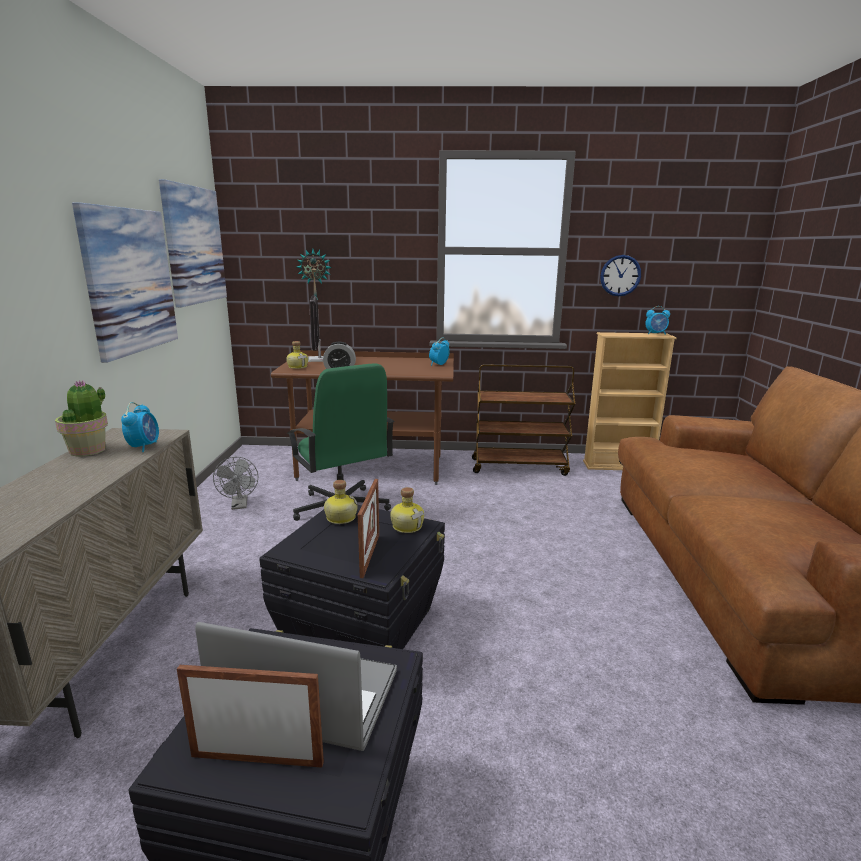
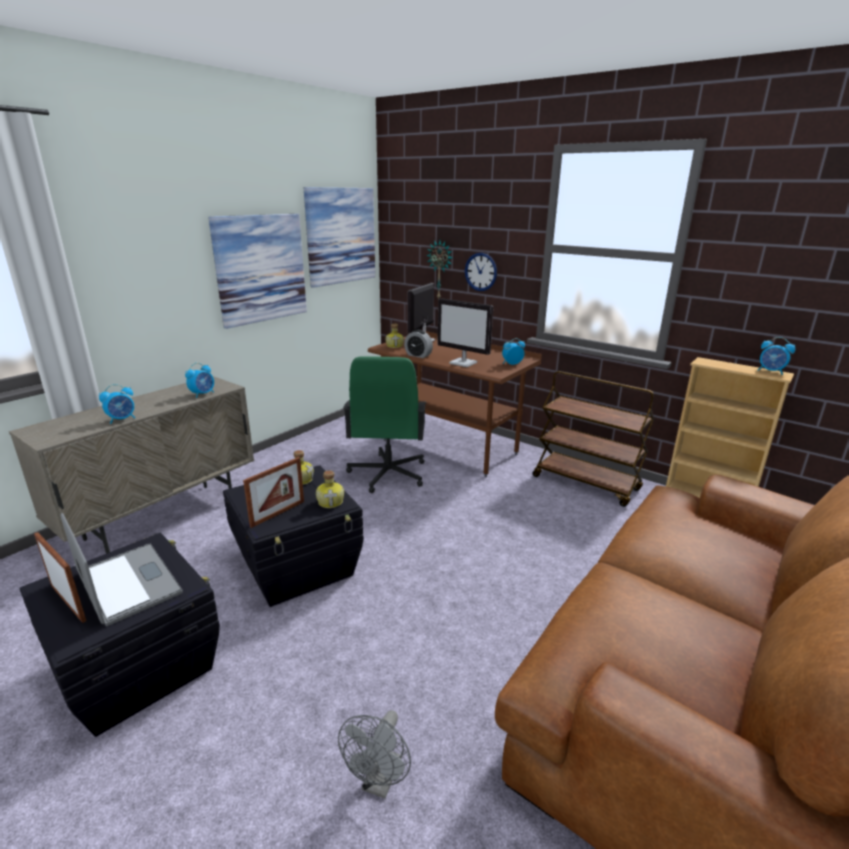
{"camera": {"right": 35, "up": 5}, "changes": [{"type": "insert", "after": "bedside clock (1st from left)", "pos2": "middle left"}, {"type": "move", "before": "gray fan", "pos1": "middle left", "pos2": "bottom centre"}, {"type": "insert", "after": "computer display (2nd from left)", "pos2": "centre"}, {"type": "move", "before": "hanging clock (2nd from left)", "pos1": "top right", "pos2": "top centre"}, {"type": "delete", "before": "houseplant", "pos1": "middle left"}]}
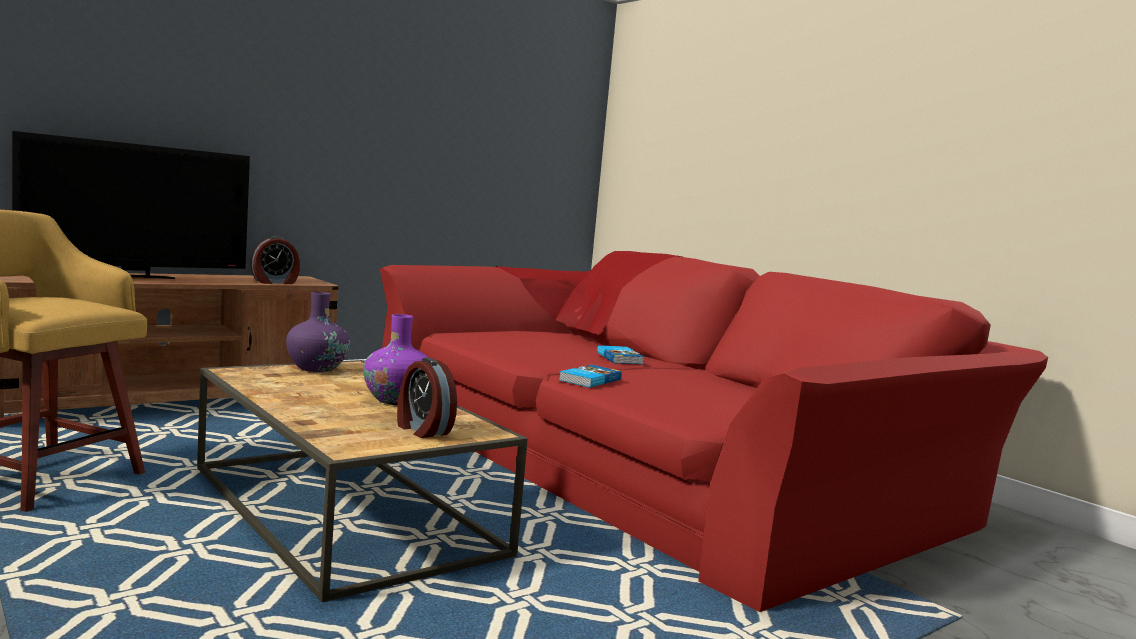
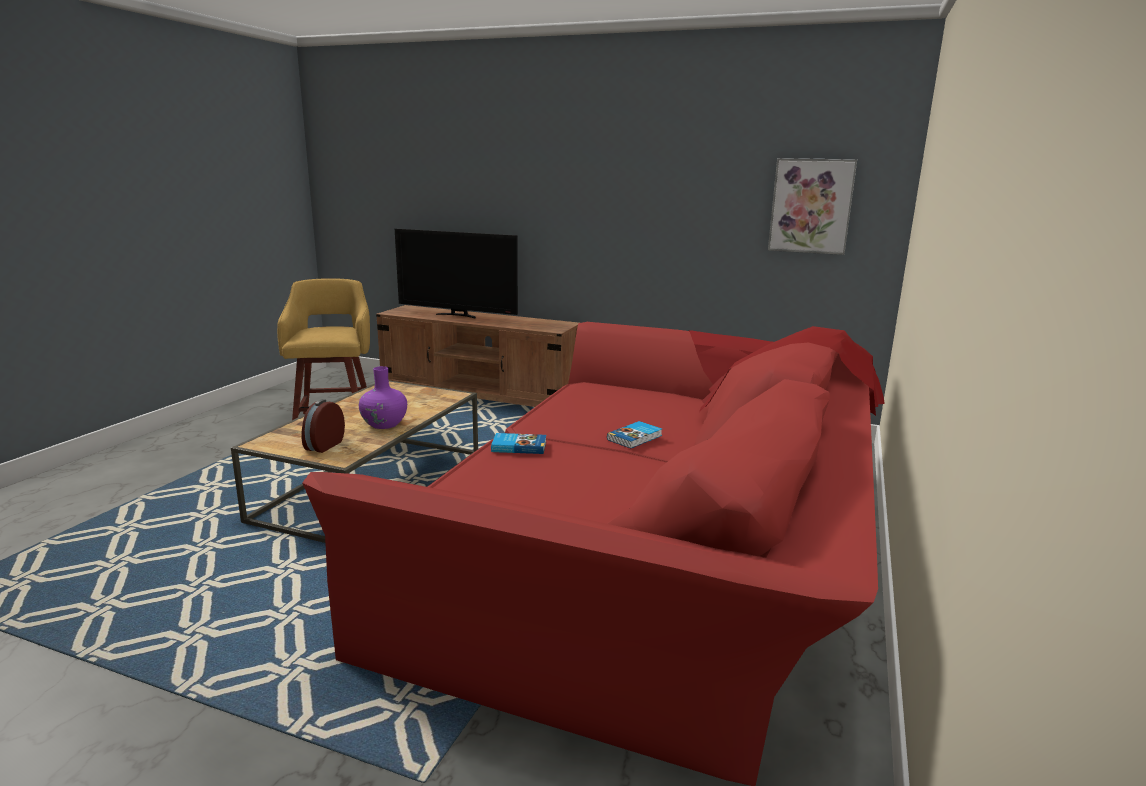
{"camera": {"right": 60, "up": 10}, "changes": [{"type": "insert", "after": "wall picture", "pos2": "top right"}, {"type": "delete", "before": "bedside clock (1st from left)", "pos1": "middle left"}, {"type": "delete", "before": "purple flower vase (1st from left)", "pos1": "middle left"}]}
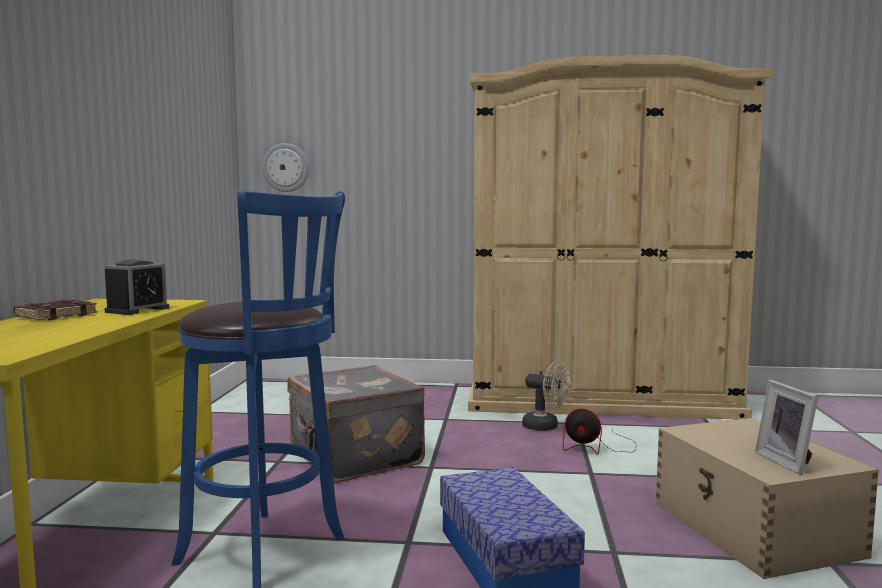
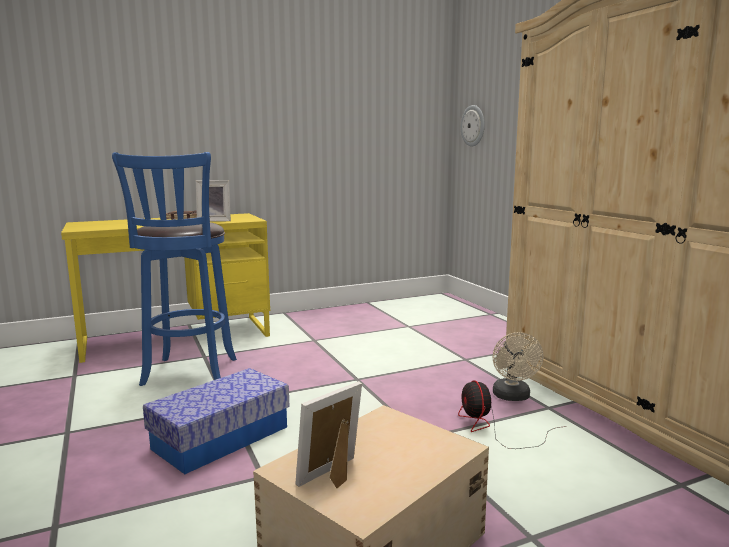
{"camera": {"right": 60, "up": 5}, "changes": [{"type": "replace", "before": "bedside clock", "after": "standing frame (1st from left)", "pos1": "middle left", "pos2": "middle left"}, {"type": "delete", "before": "gray piece of luggage", "pos1": "bottom centre"}]}
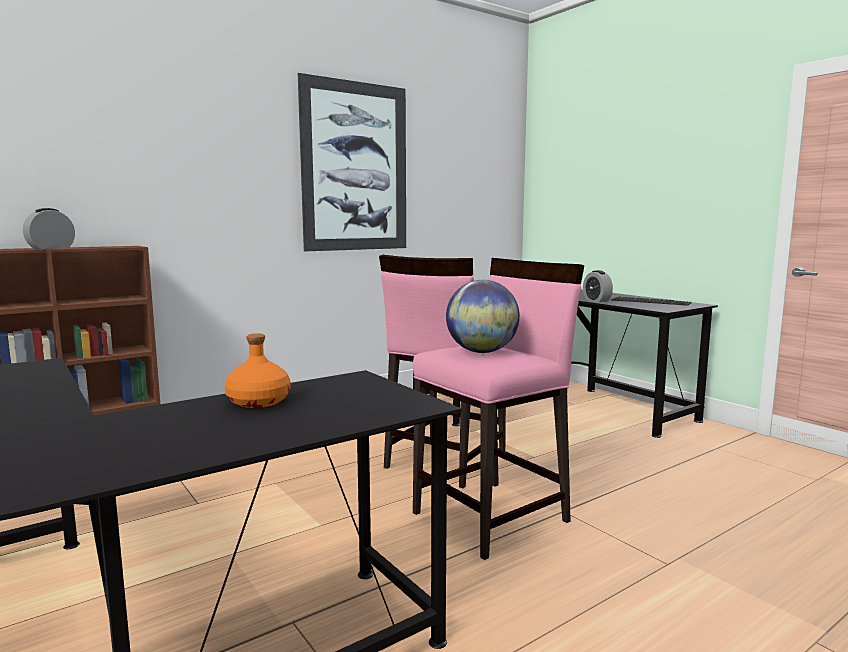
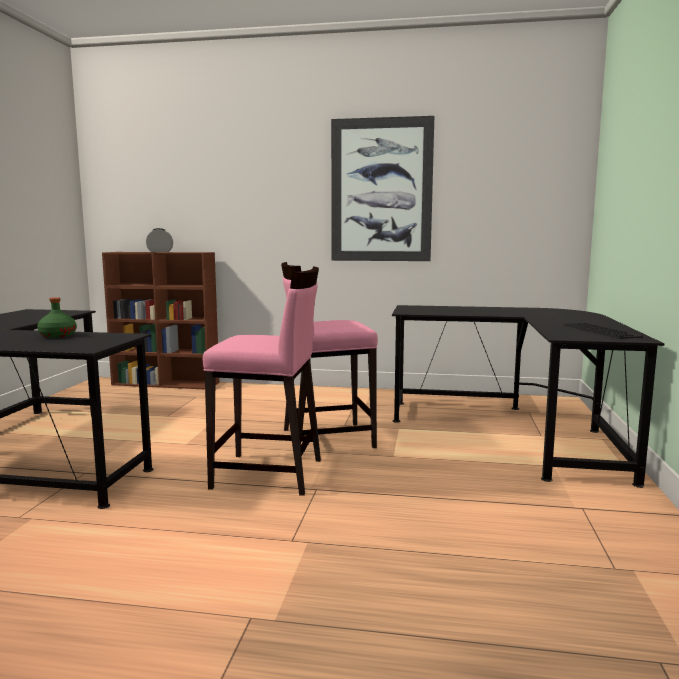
{"camera": {"right": 45, "up": 0}, "changes": [{"type": "recolor", "before": "orangey drink bottle", "after": "green drink bottle", "pos1": "middle left", "pos2": "middle left"}, {"type": "delete", "before": "globe", "pos1": "centre"}, {"type": "delete", "before": "bedside clock (2nd from left)", "pos1": "middle right"}]}
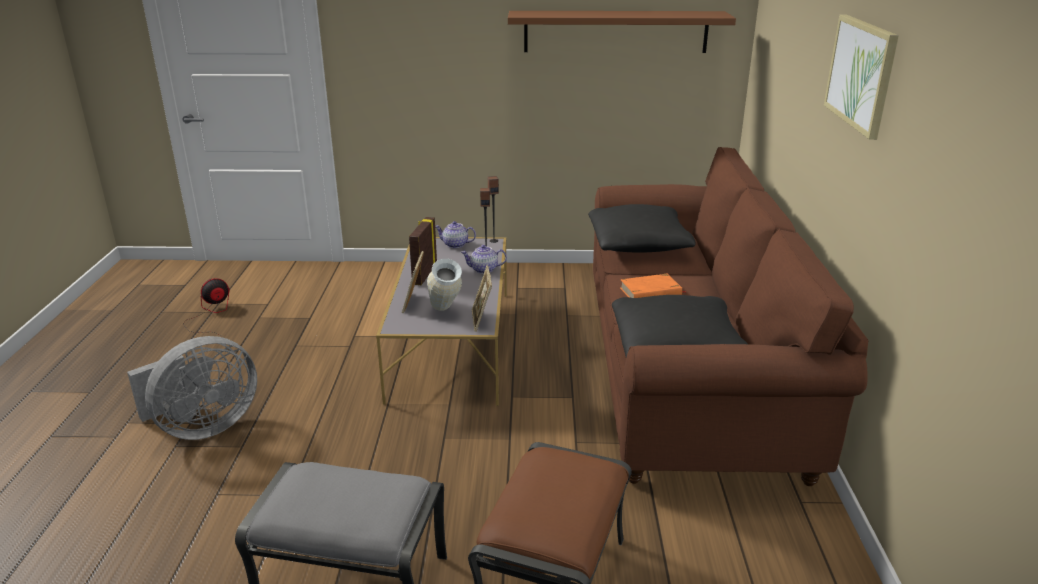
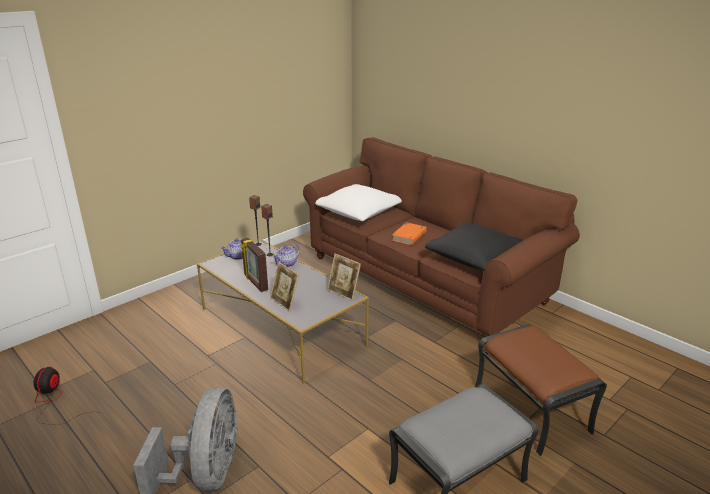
{"camera": {"right": -45, "up": 0}, "changes": [{"type": "recolor", "before": "black throw pillow (1st from left)", "after": "white-coloured throw pillow", "pos1": "centre", "pos2": "centre"}, {"type": "delete", "before": "flower vase", "pos1": "centre"}, {"type": "delete", "before": "brown-coloured shelf", "pos1": "top centre"}, {"type": "delete", "before": "wall picture", "pos1": "top right"}]}
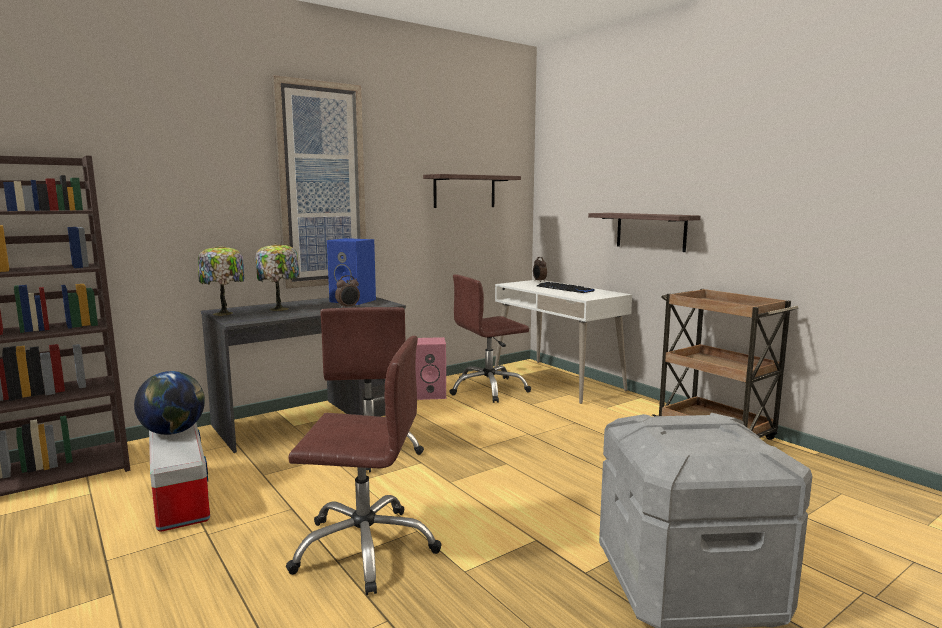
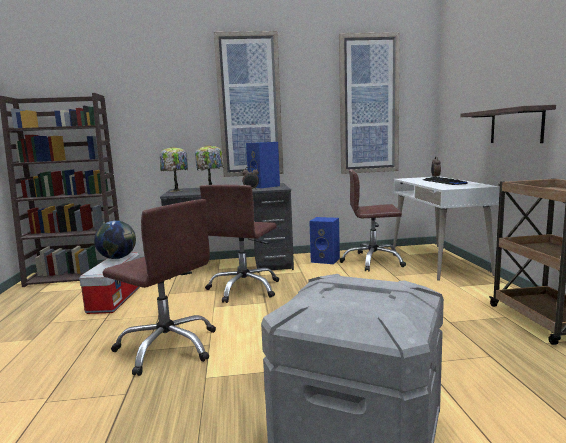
{"camera": {"right": 30, "up": 0}, "changes": [{"type": "recolor", "before": "pinkish loudspeaker", "after": "bluish loudspeaker (2nd from left)", "pos1": "centre", "pos2": "centre"}, {"type": "replace", "before": "shelf (1st from left)", "after": "wall picture (2nd from left)", "pos1": "top centre", "pos2": "top centre"}]}
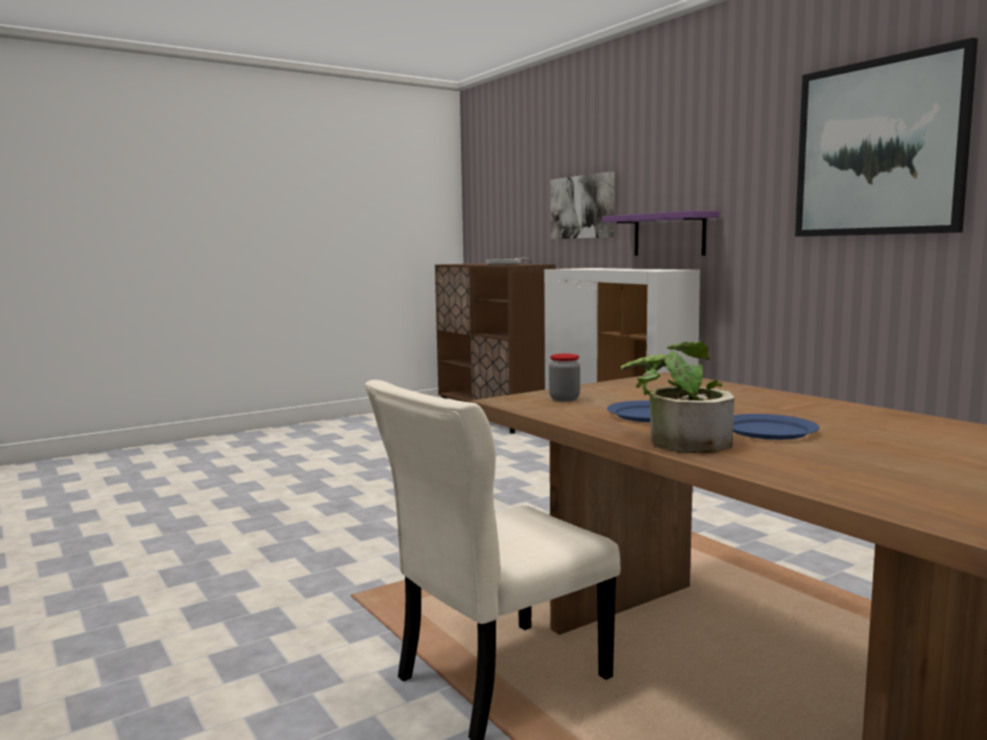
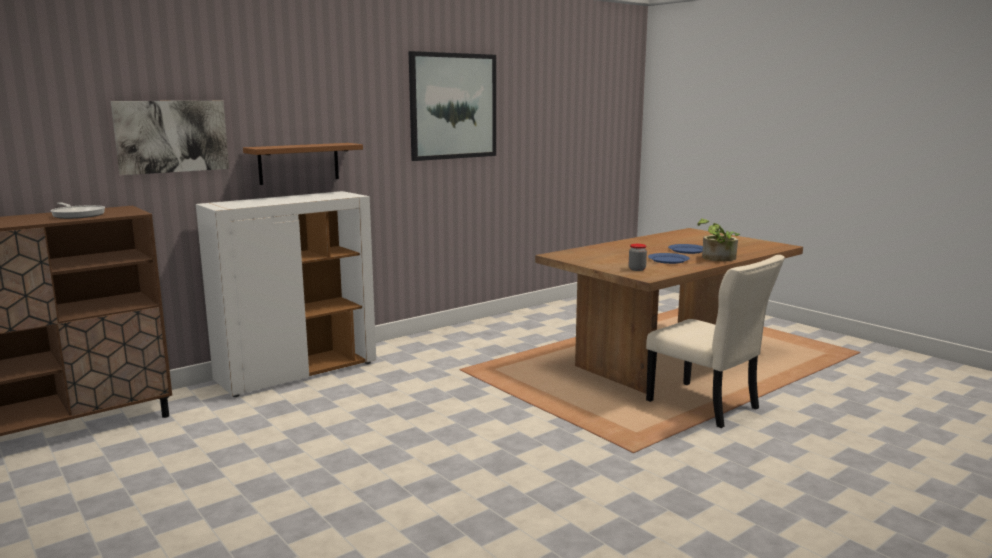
{"camera": {"right": -95, "up": 5}, "changes": [{"type": "recolor", "before": "purple shelf", "after": "brown-coloured shelf", "pos1": "top right", "pos2": "top left"}]}
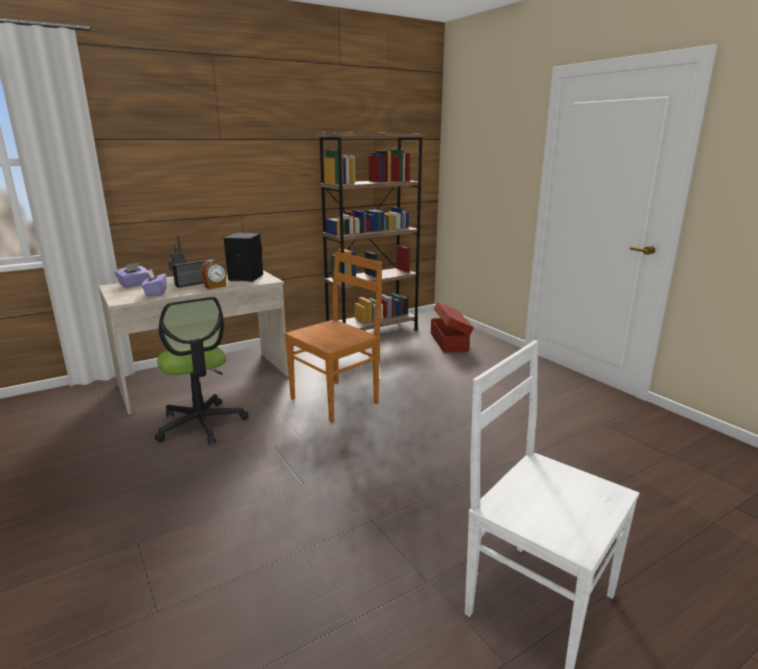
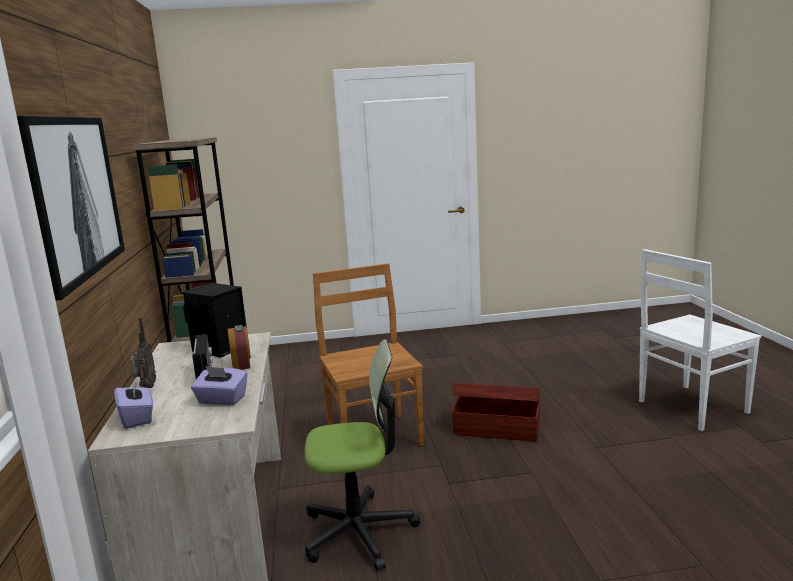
{"camera": {"right": -65, "up": -5}, "changes": [{"type": "insert", "after": "wall picture", "pos2": "middle left"}, {"type": "move", "before": "brown-coloured storage container", "pos1": "centre", "pos2": "bottom centre"}]}
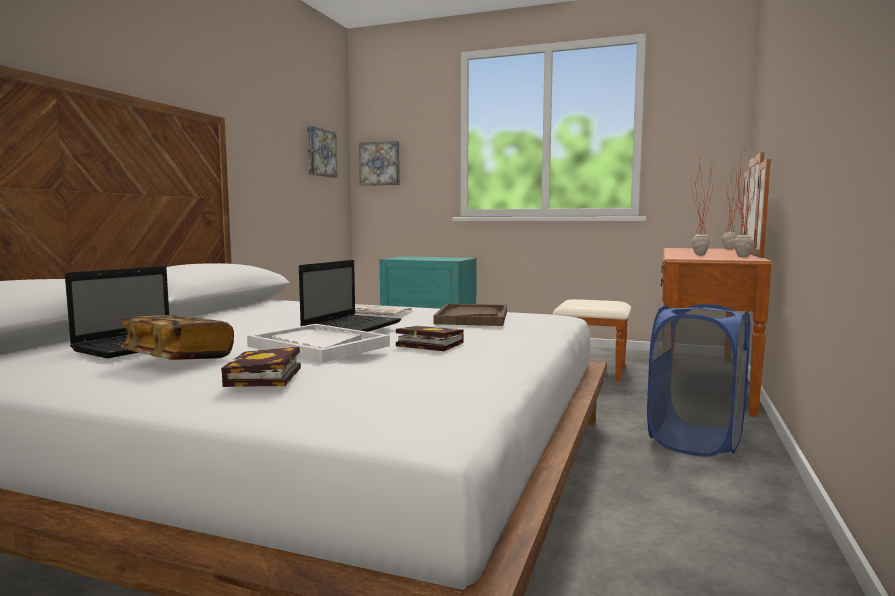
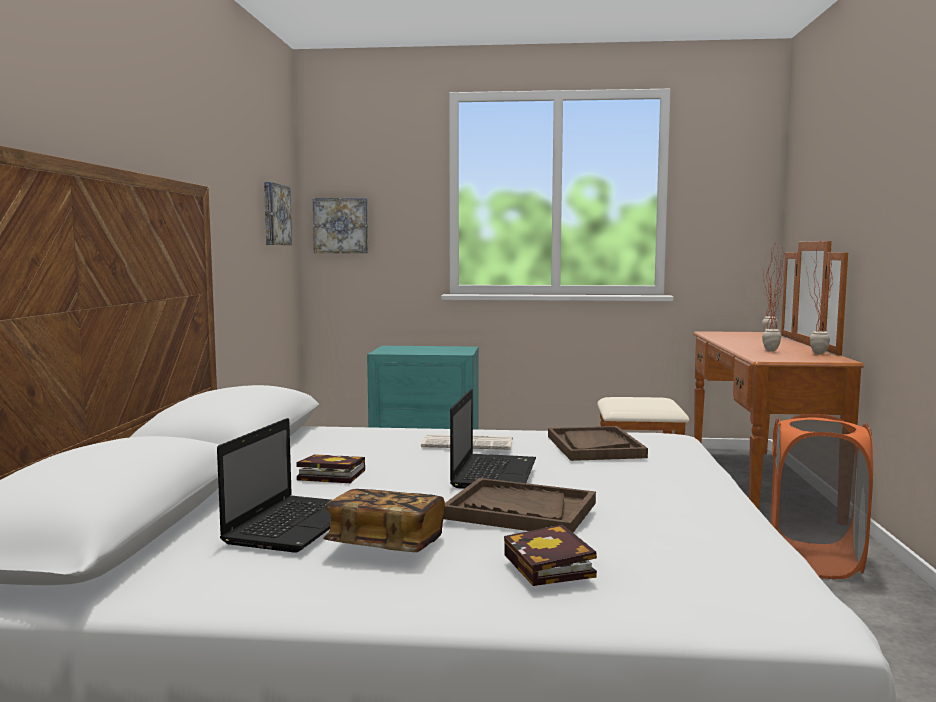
{"camera": {"right": -15, "up": 0}, "changes": [{"type": "move", "before": "bound book (3rd from left in the first image)", "after": "bound book (1st from left)", "pos1": "centre", "pos2": "bottom centre"}, {"type": "recolor", "before": "white-coloured carrying tray", "after": "brown-coloured carrying tray (1st from left)", "pos1": "centre", "pos2": "bottom centre"}, {"type": "recolor", "before": "bluish hamper", "after": "orangey hamper", "pos1": "middle right", "pos2": "bottom right"}]}
